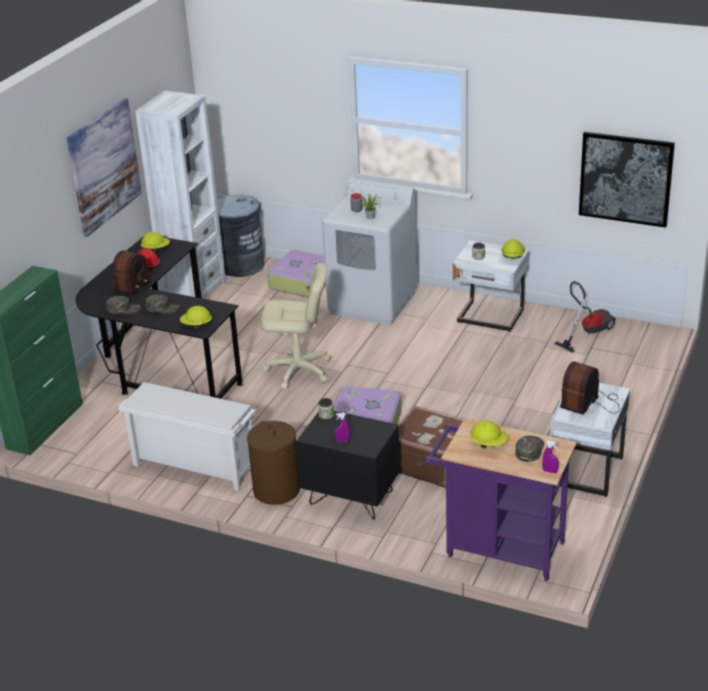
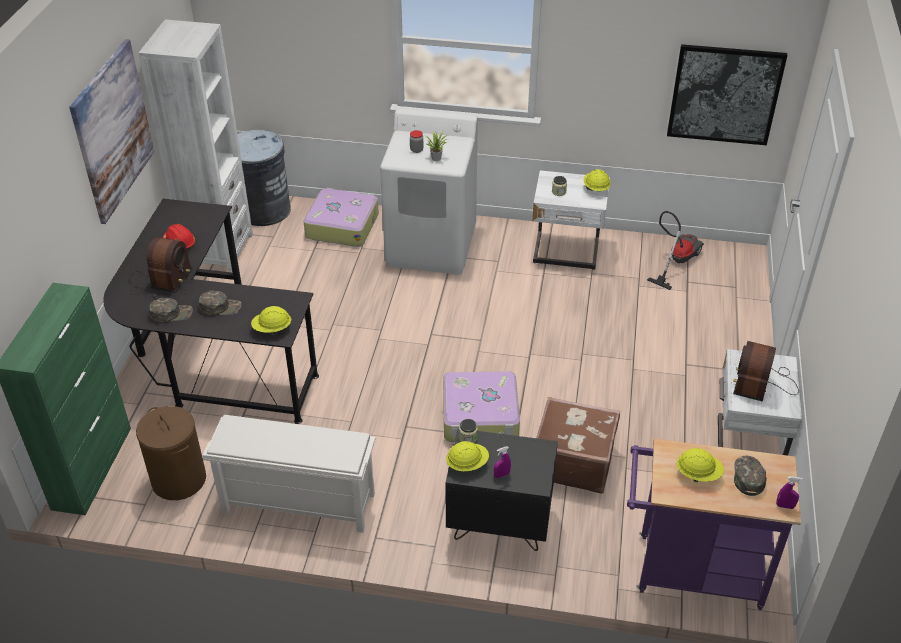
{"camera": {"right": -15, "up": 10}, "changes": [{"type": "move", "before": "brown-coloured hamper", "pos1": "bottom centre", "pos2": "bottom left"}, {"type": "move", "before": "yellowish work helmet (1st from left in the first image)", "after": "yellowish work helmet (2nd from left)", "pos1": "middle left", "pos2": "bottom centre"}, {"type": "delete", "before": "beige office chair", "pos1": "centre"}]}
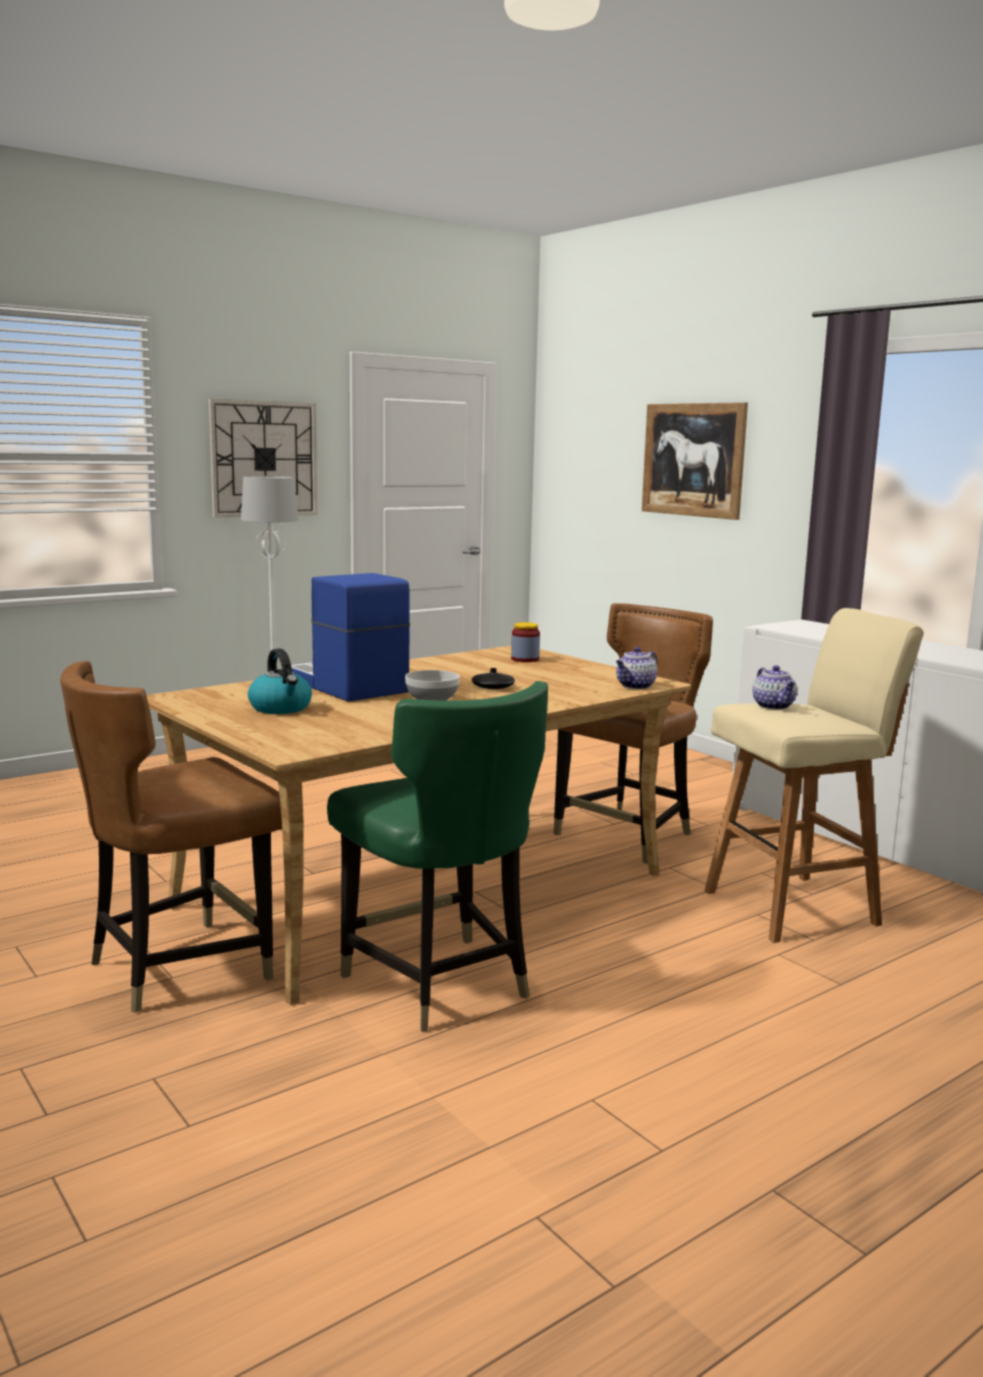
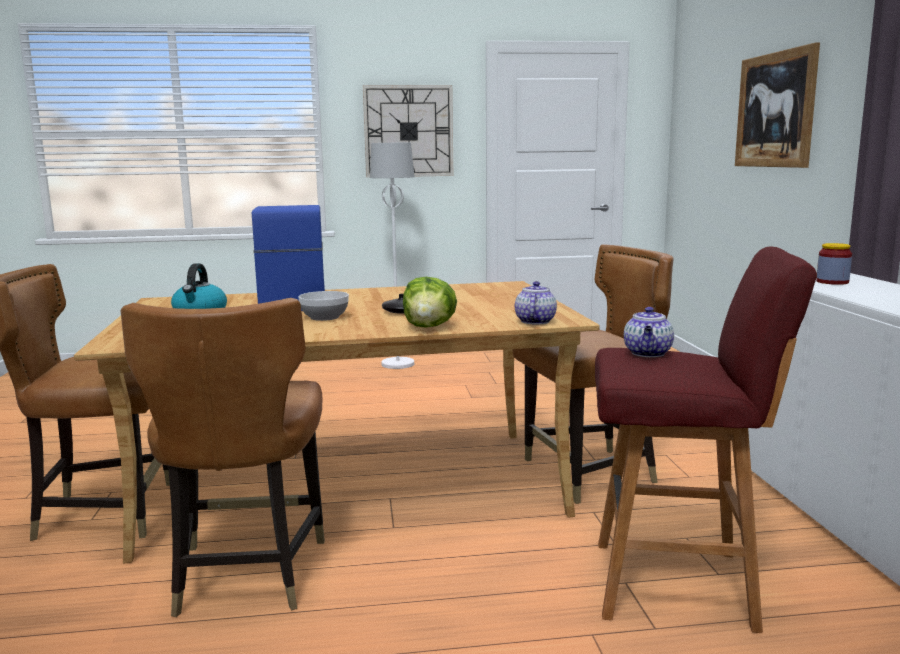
{"camera": {"right": 30, "up": 0}, "changes": [{"type": "recolor", "before": "green plain chair", "after": "brown-coloured plain chair (2nd from left)", "pos1": "centre", "pos2": "bottom left"}, {"type": "insert", "after": "lettuce", "pos2": "centre"}, {"type": "rotate", "before": "tea pot (1st from left)", "pos1": "centre", "pos2": "centre", "turn": 120}, {"type": "recolor", "before": "beige stool seat", "after": "red stool seat", "pos1": "middle right", "pos2": "bottom right"}, {"type": "move", "before": "storage jar", "pos1": "centre", "pos2": "middle right"}]}
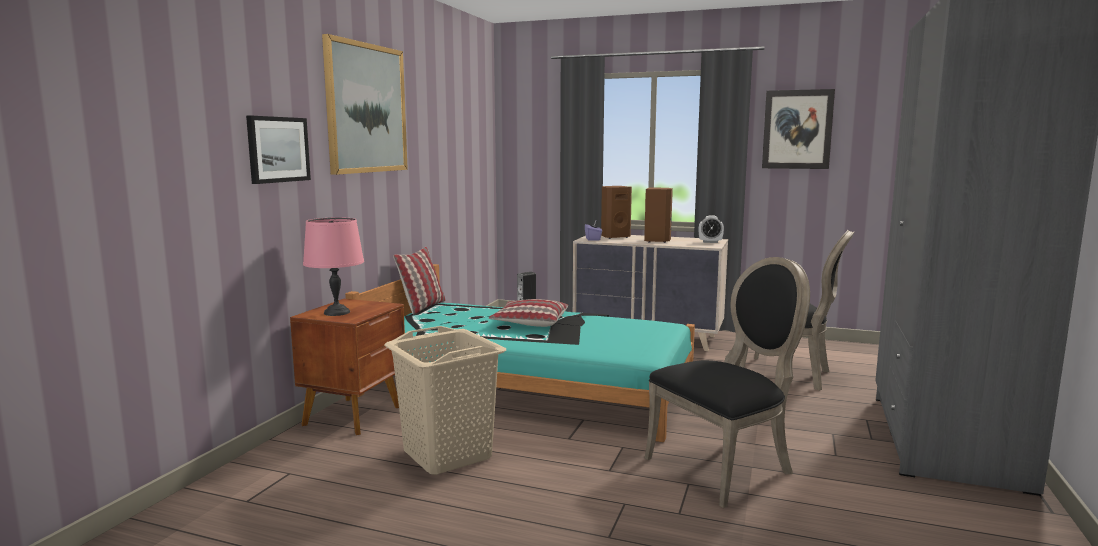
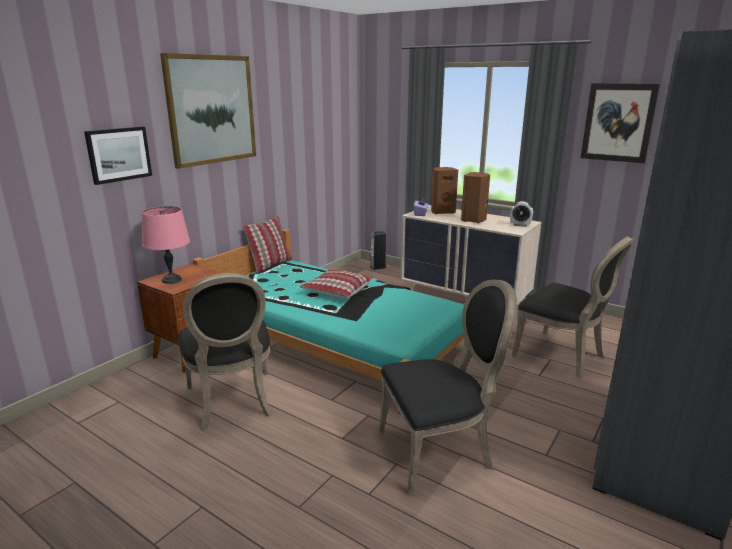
{"camera": {"right": 15, "up": 10}, "changes": [{"type": "replace", "before": "beige hamper", "after": "black plain chair (1st from left)", "pos1": "bottom centre", "pos2": "middle left"}]}
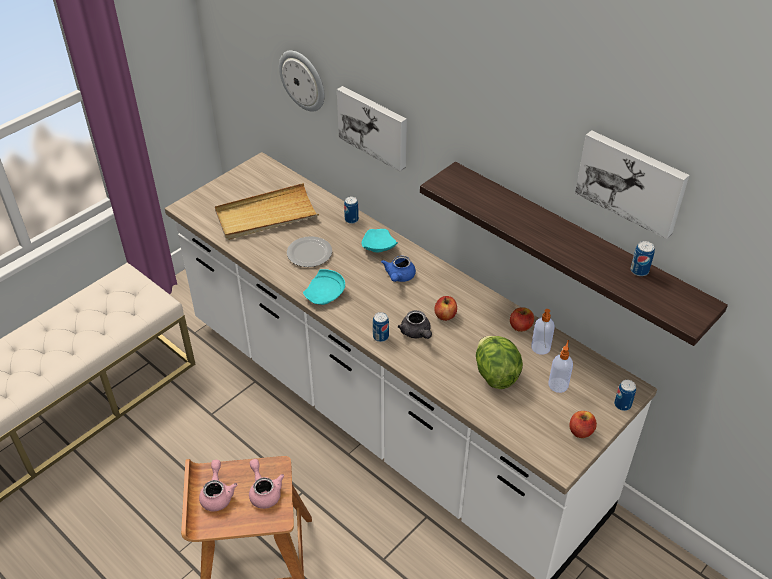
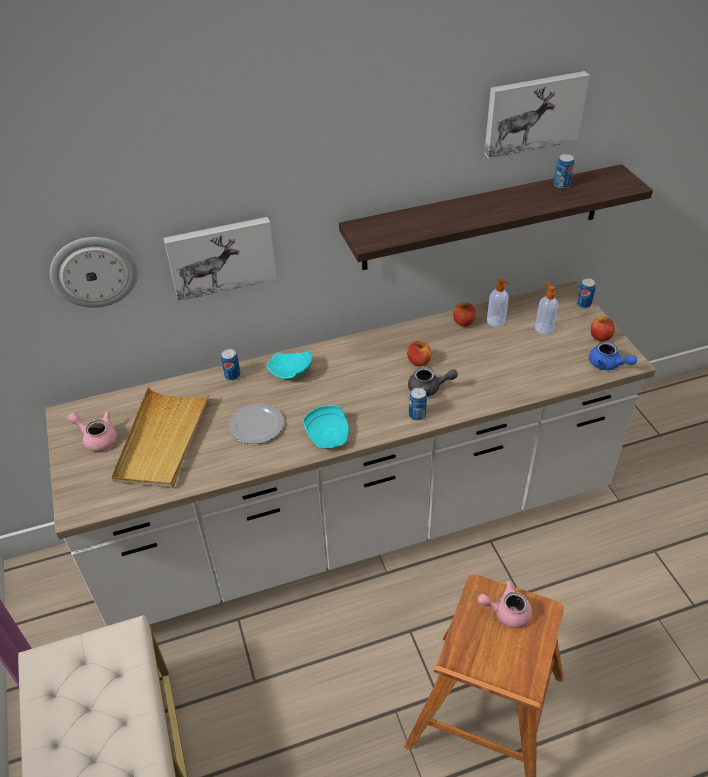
{"camera": {"right": -60, "up": 0}, "changes": [{"type": "move", "before": "pinkish tea pot (1st from left)", "pos1": "bottom left", "pos2": "middle left"}, {"type": "move", "before": "bluish tea pot", "pos1": "centre", "pos2": "middle right"}, {"type": "delete", "before": "lettuce", "pos1": "centre"}]}
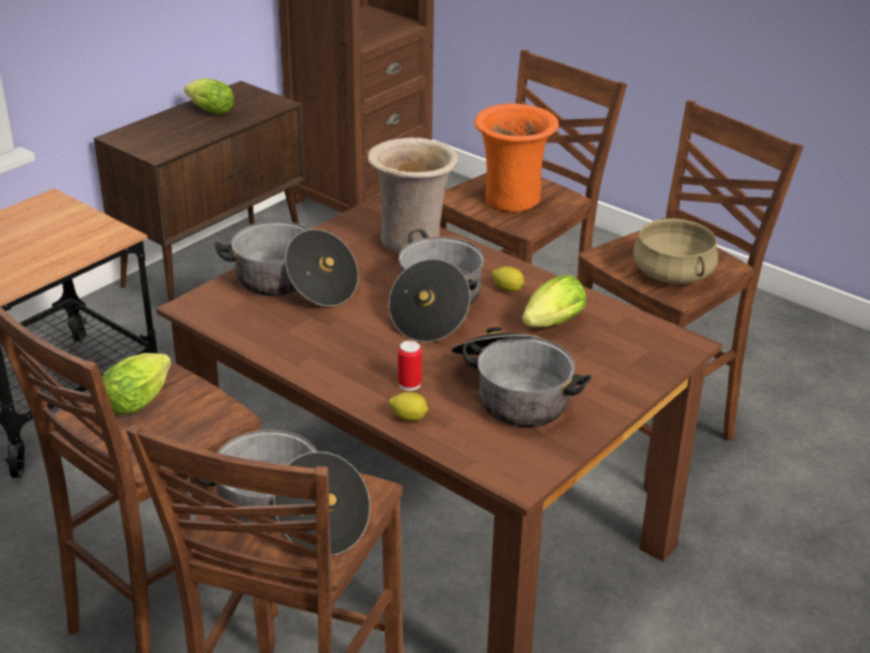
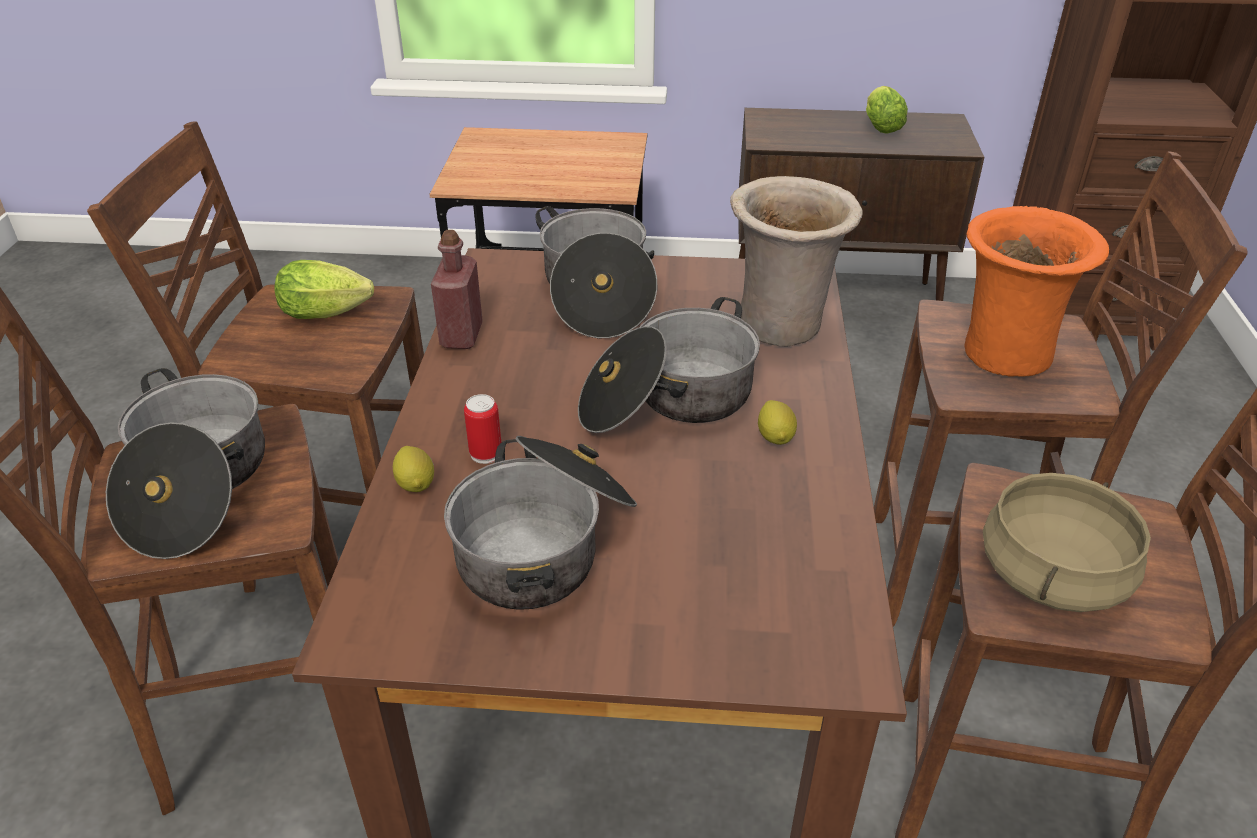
{"camera": {"right": 55, "up": 5}, "changes": [{"type": "insert", "after": "red drink bottle", "pos2": "centre"}, {"type": "delete", "before": "lettuce (3rd from left)", "pos1": "centre"}]}
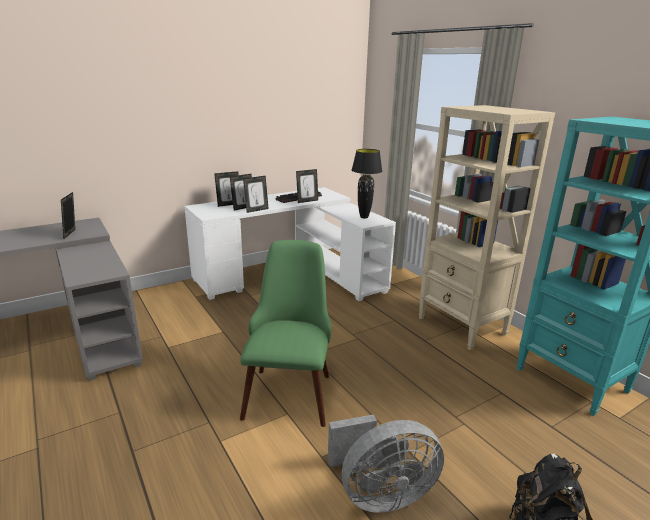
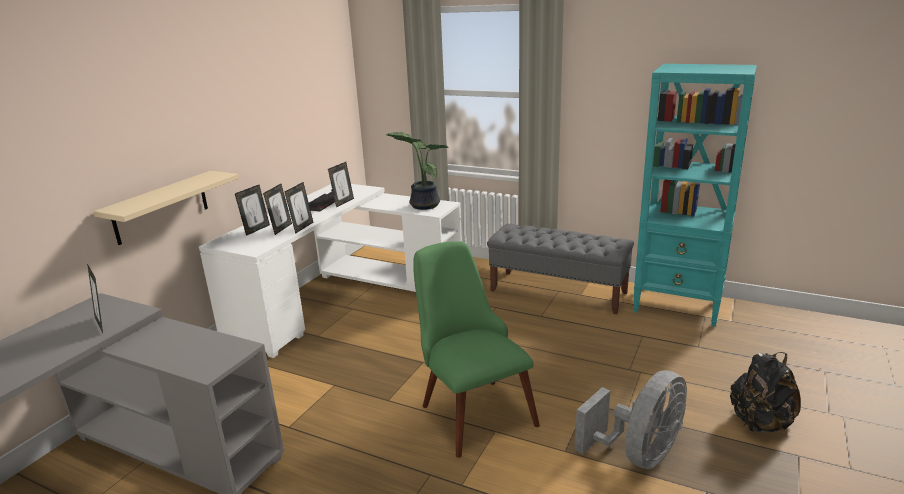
{"camera": {"right": -30, "up": 0}, "changes": [{"type": "insert", "after": "beige shelf", "pos2": "middle left"}, {"type": "replace", "before": "black table lamp", "after": "houseplant", "pos1": "centre", "pos2": "centre"}, {"type": "replace", "before": "beige shelving unit", "after": "gray indoor bench", "pos1": "middle right", "pos2": "centre"}]}
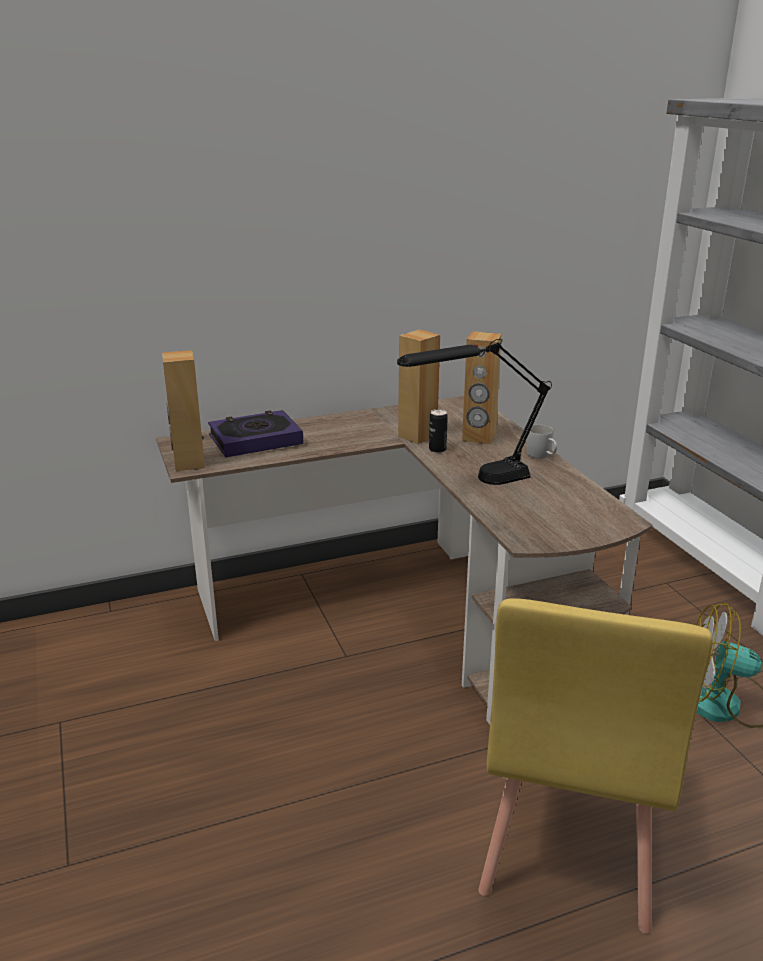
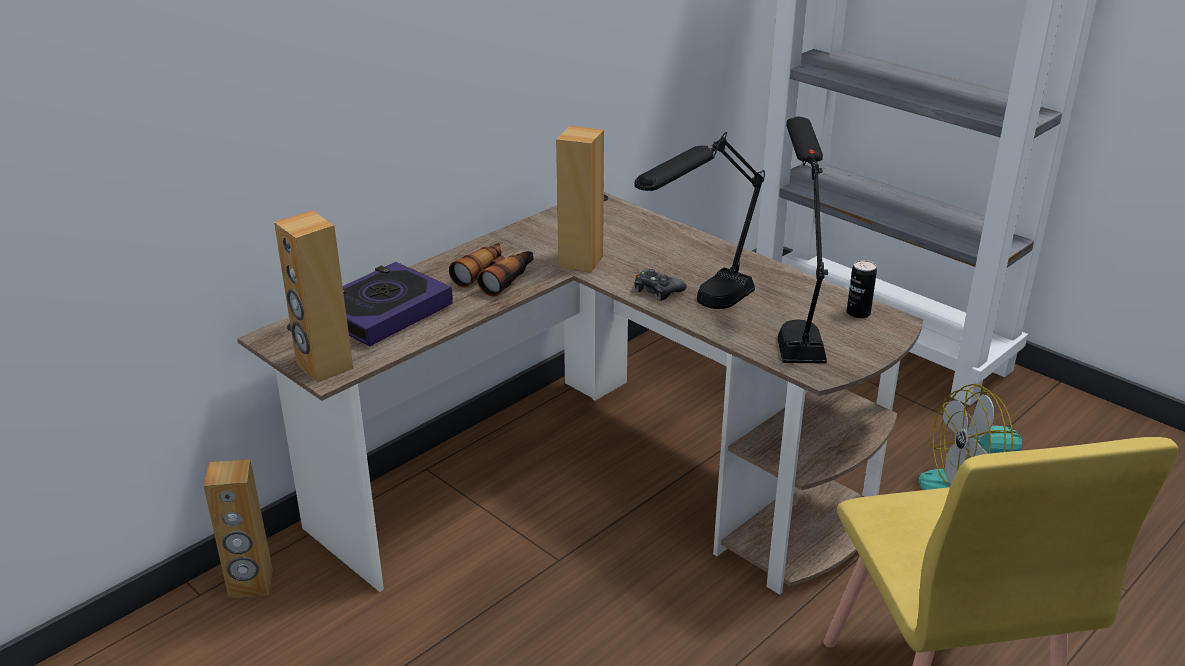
{"camera": {"right": -25, "up": 5}, "changes": [{"type": "move", "before": "brown-coloured loudspeaker (3rd from left in the first image)", "after": "brown-coloured loudspeaker (1st from left)", "pos1": "centre", "pos2": "bottom left"}, {"type": "insert", "after": "field glasses", "pos2": "centre"}, {"type": "insert", "after": "black joypad", "pos2": "centre"}, {"type": "insert", "after": "black table lamp (2nd from left)", "pos2": "middle right"}, {"type": "move", "before": "sealed can", "pos1": "centre", "pos2": "middle right"}, {"type": "delete", "before": "white-coloured tea mug", "pos1": "middle right"}]}
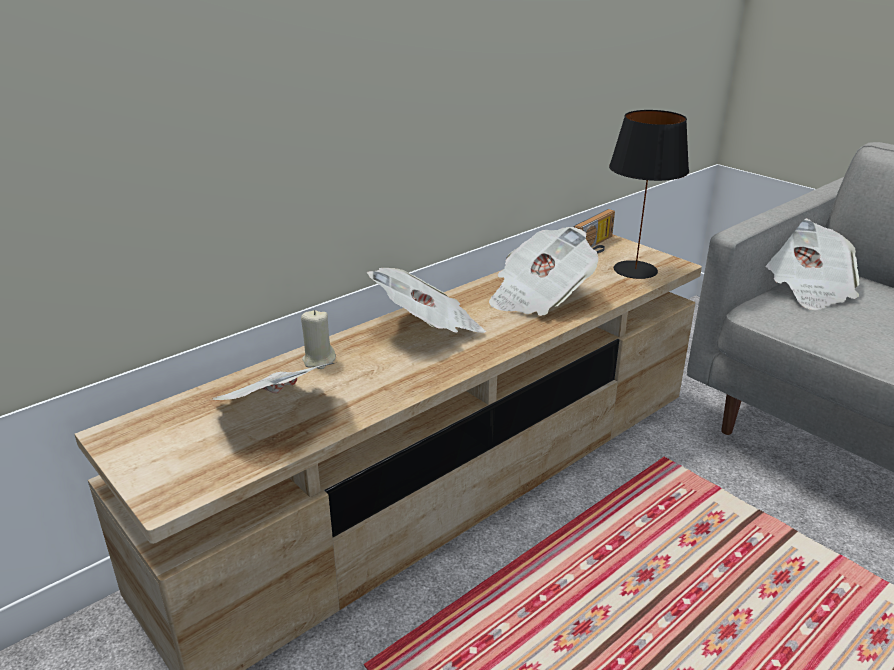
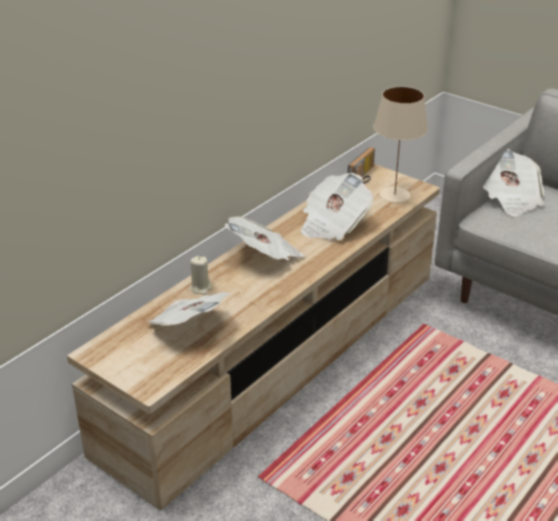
{"camera": {"right": -10, "up": 5}, "changes": [{"type": "recolor", "before": "black table lamp", "after": "beige table lamp", "pos1": "top right", "pos2": "top right"}]}
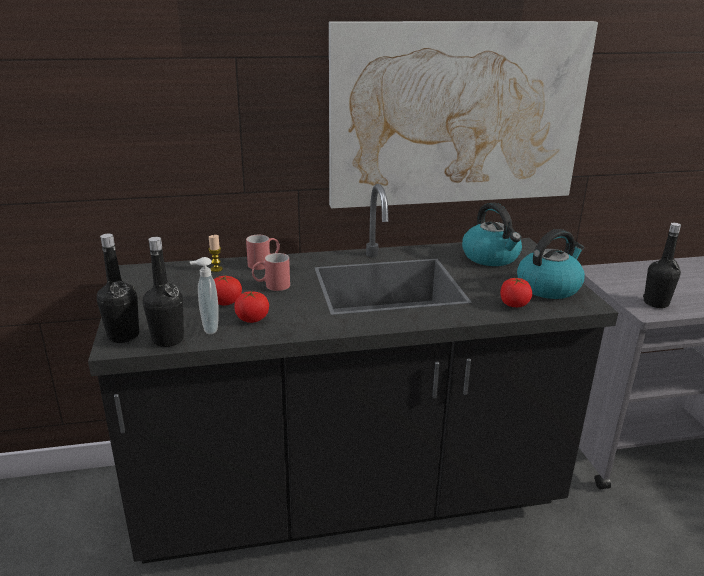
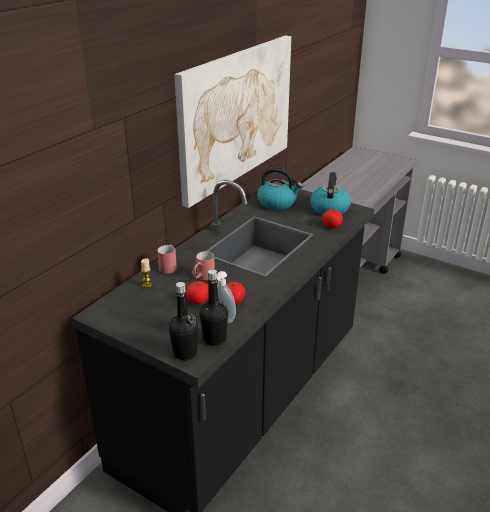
{"camera": {"right": -45, "up": 5}, "changes": [{"type": "delete", "before": "black drink bottle (3rd from left)", "pos1": "middle right"}]}
